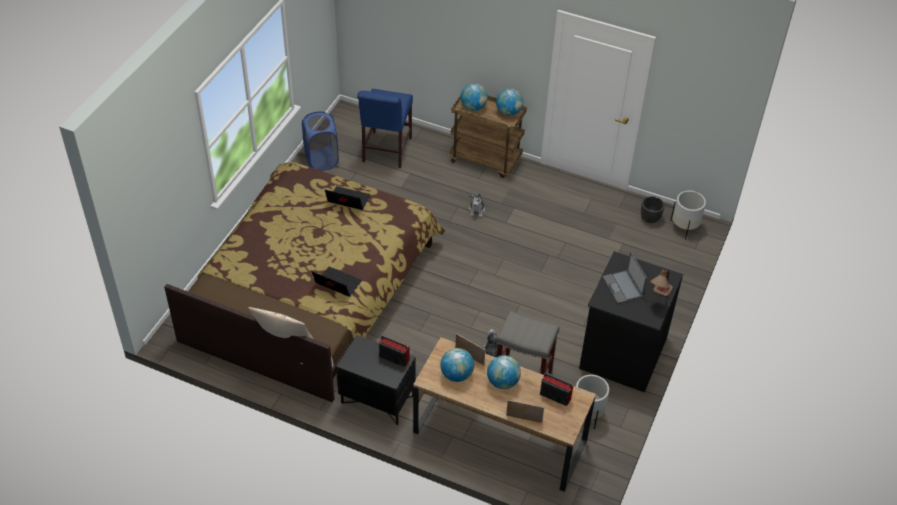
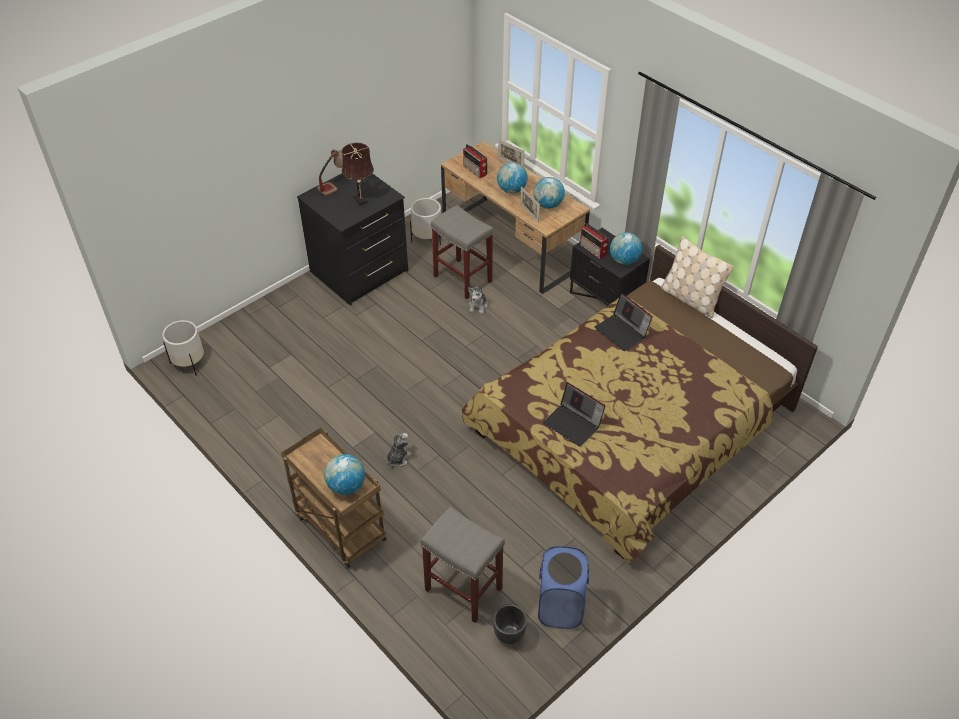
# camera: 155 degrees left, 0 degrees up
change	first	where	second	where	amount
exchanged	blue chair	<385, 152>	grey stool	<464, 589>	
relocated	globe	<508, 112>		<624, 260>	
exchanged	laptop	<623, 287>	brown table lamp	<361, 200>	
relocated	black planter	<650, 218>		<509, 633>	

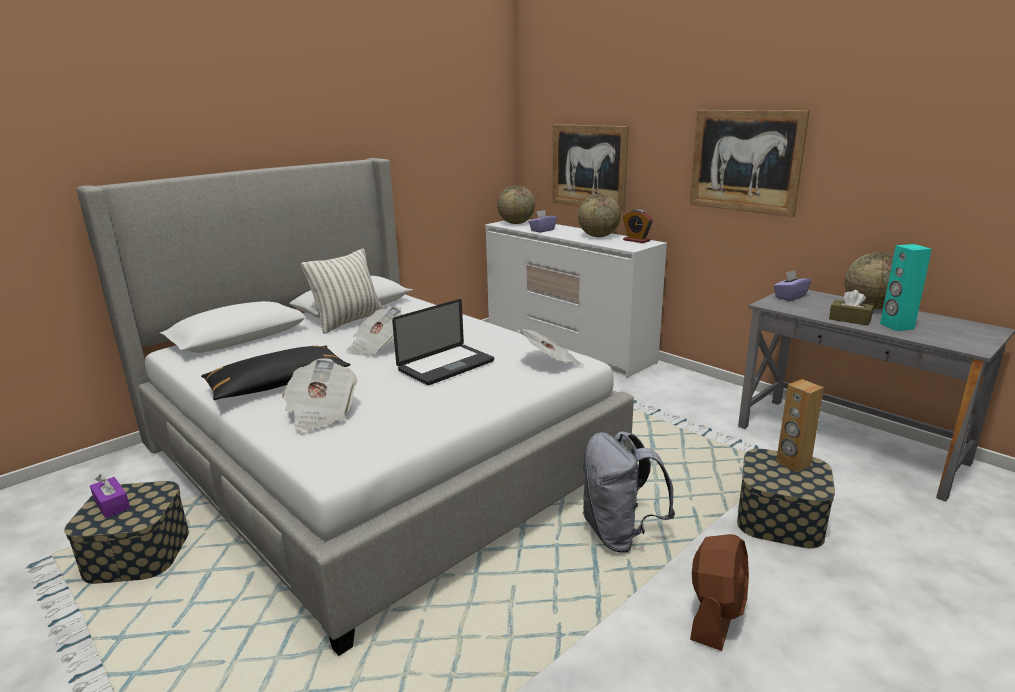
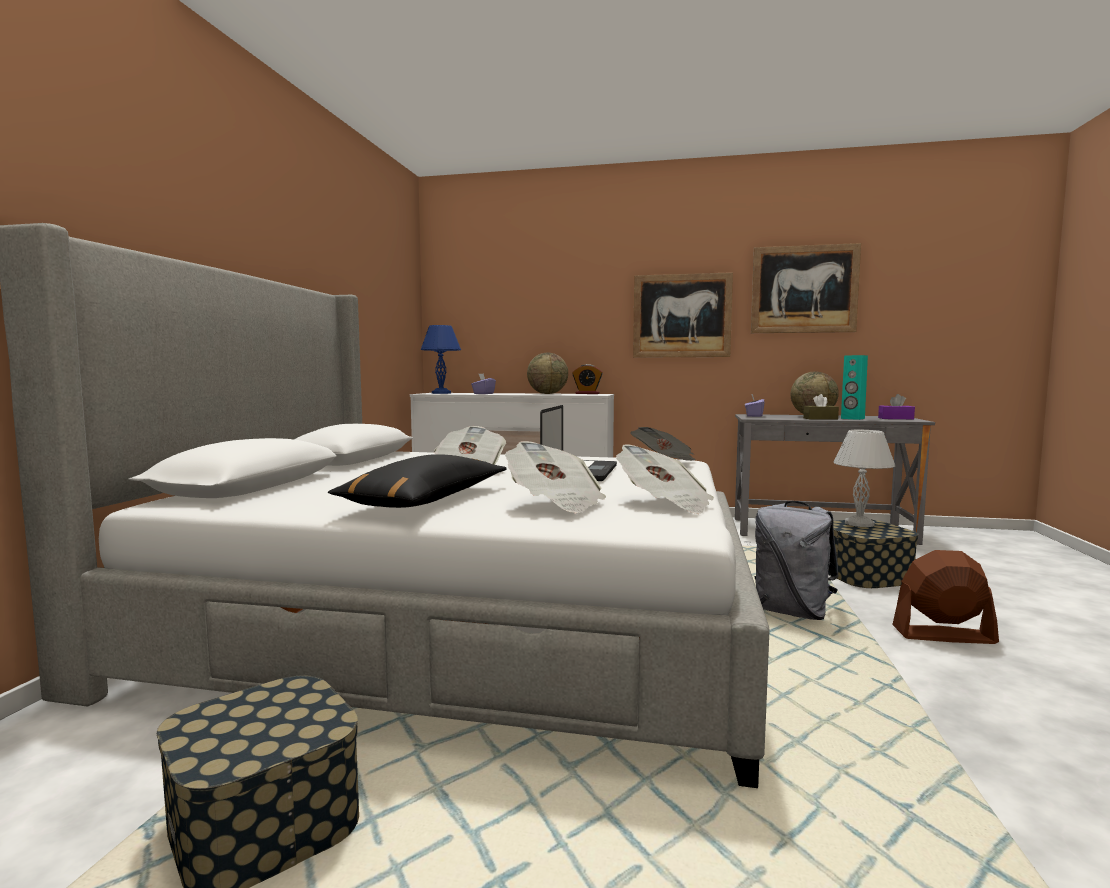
# camera: 35 degrees left, 15 degrees down
change	first	where	second	where	amount
relocated	purple tissue box	<112, 504>		<895, 418>	
missing	pillow	<349, 322>			
exchanged	globe	<516, 223>	blue table lamp	<442, 393>	
relocated	picture	<589, 166>		<804, 289>	
spun	brown fan	<715, 614>		<943, 635>	75 degrees counterclockwise
exchanged	brown speaker	<792, 464>	white table lamp	<860, 524>	
appeared			newspaper	<665, 504>	

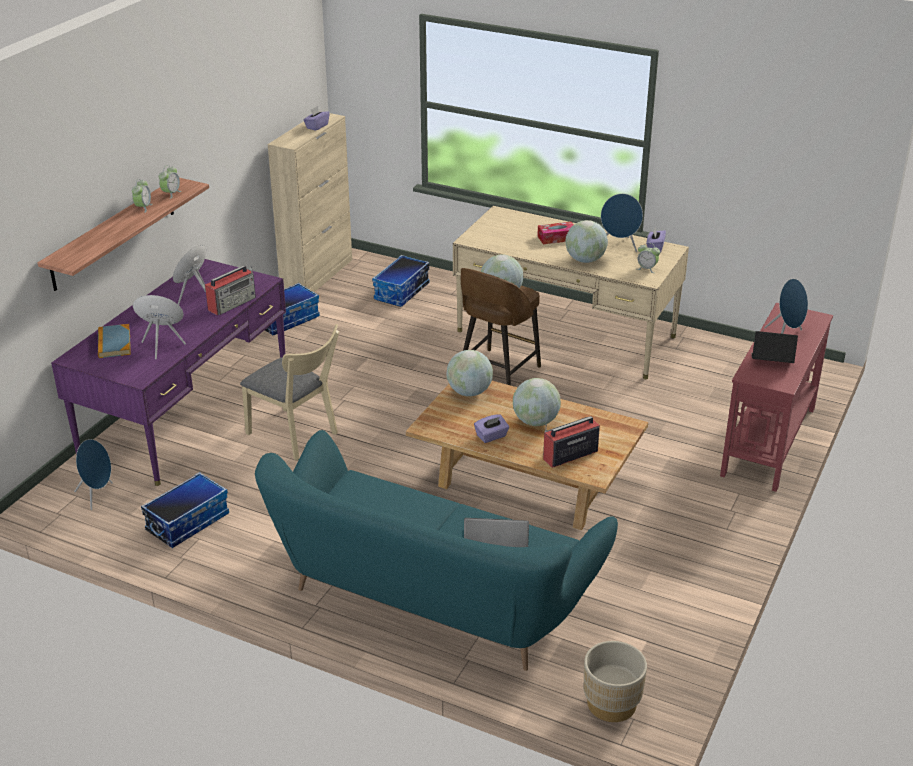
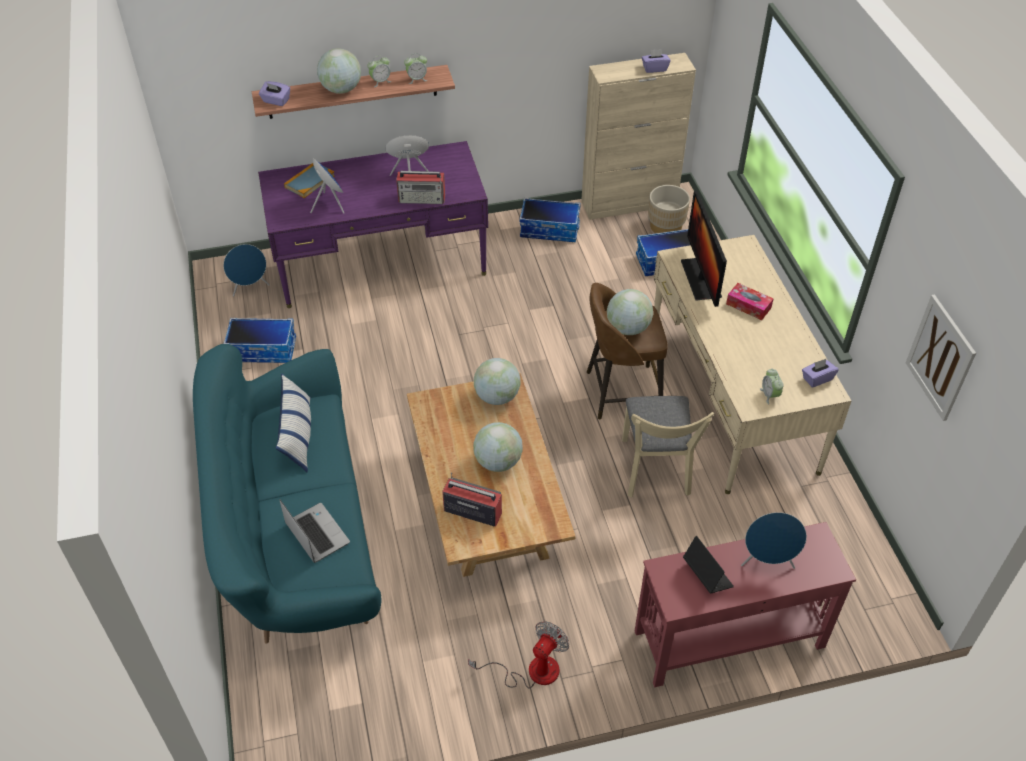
# camera: 50 degrees right, 15 degrees up
change	first	where	second	where	amount
relocated	beige chair	<296, 436>		<655, 472>	
relocated	purple tissue box	<491, 436>		<276, 101>	
relocated	globe	<585, 260>		<341, 89>	
relocated	beige planter	<611, 704>		<665, 226>	
missing	blue speaker	<620, 246>			
appeared			pillow	<298, 434>	
appeared			fan	<531, 671>	
appeared			monitor	<700, 278>	
appeared			picture	<940, 358>	

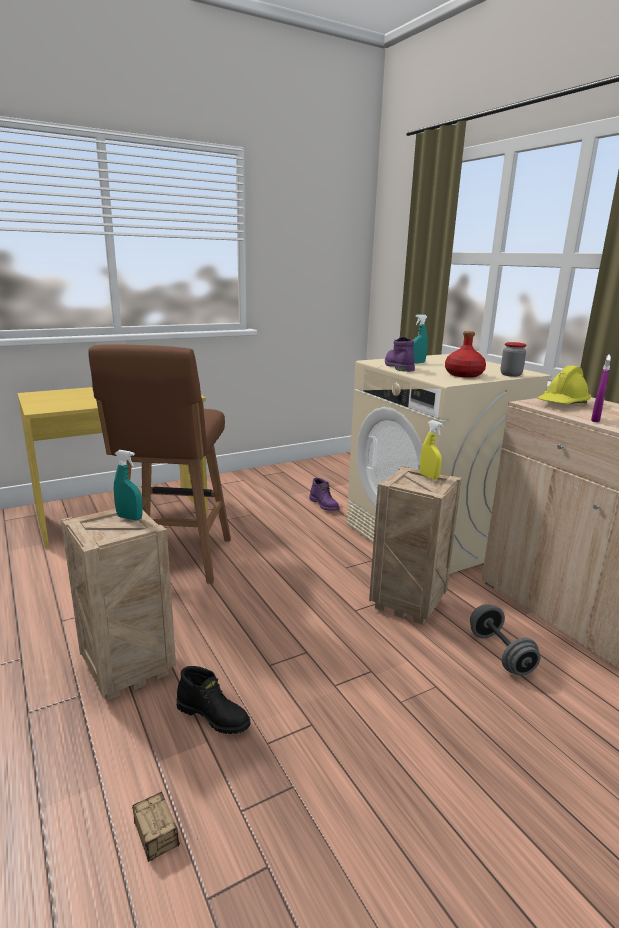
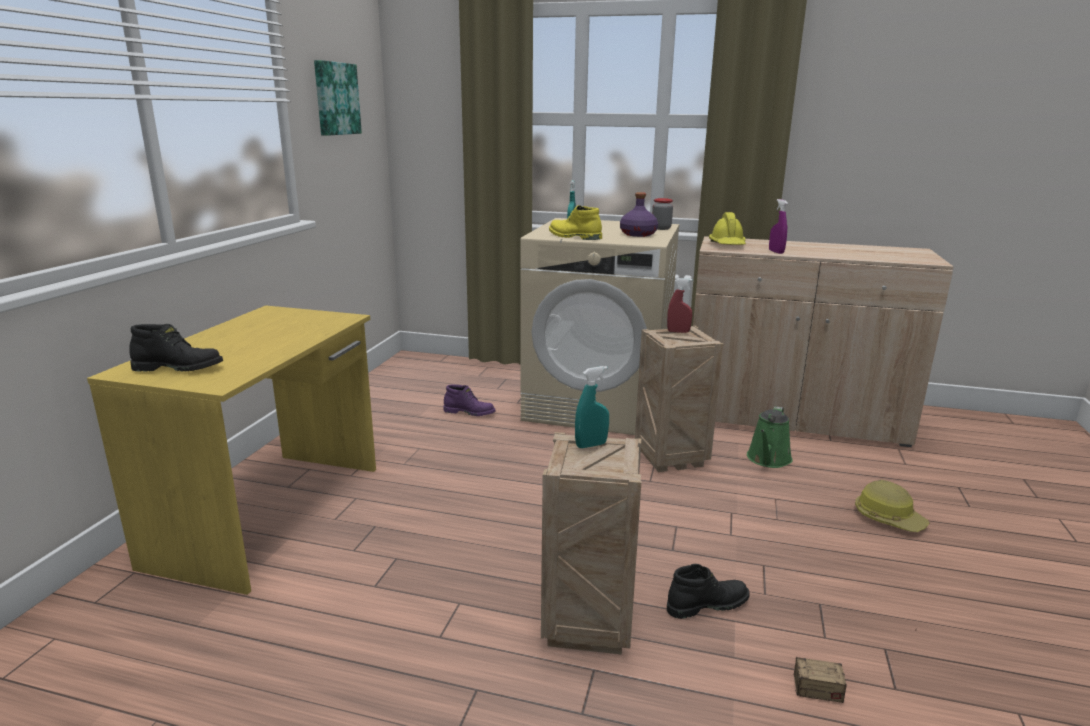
# camera: 45 degrees left, 0 degrees up
change	first	where	second	where	amount
missing	brown stool	<174, 559>			
colour	purple boot	<398, 366>	yellow boot	<574, 236>	
colour	yellow spray bottle	<429, 476>	red spray bottle	<678, 332>	
colour	red bottle	<464, 375>	purple bottle	<638, 234>	
exchanged	grey dumbbell	<500, 653>	green watering can	<768, 459>	
appeared			black boot	<179, 368>	
appeared			picture	<335, 99>	
appeared			hard hat	<888, 518>	

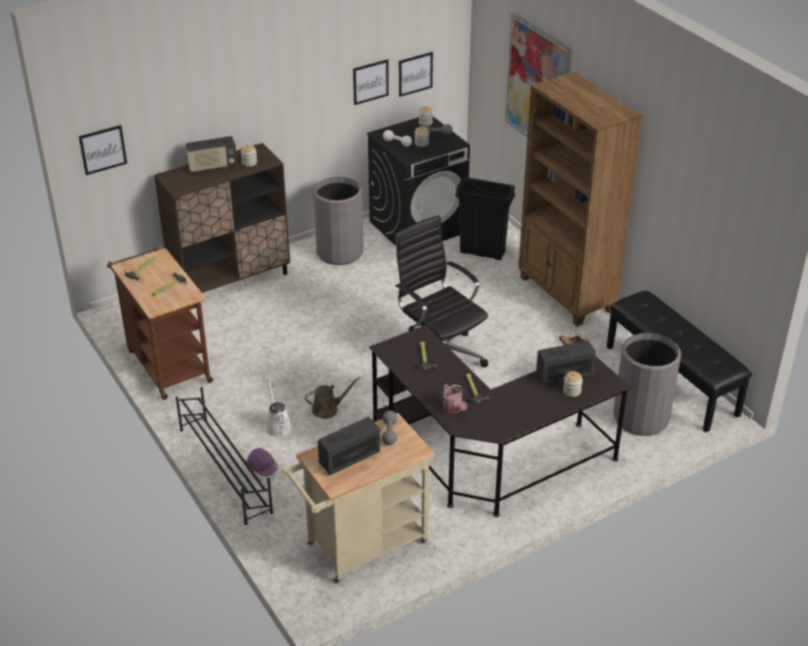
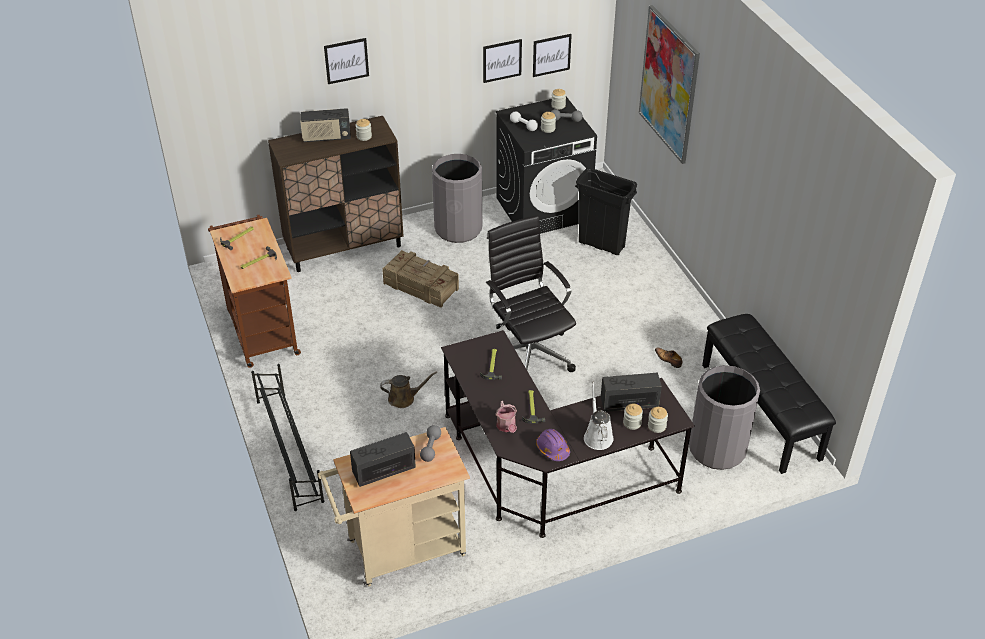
# camera: 10 degrees right, 5 degrees up
change	first	where	second	where	amount
relocated	picture	<103, 149>		<346, 60>	
relocated	purple hard hat	<262, 466>		<552, 449>	
relocated	white watering can	<278, 426>		<597, 436>	
missing	brown bookcase	<566, 295>			
appeared			crate	<421, 286>	
appeared			jar	<657, 426>	

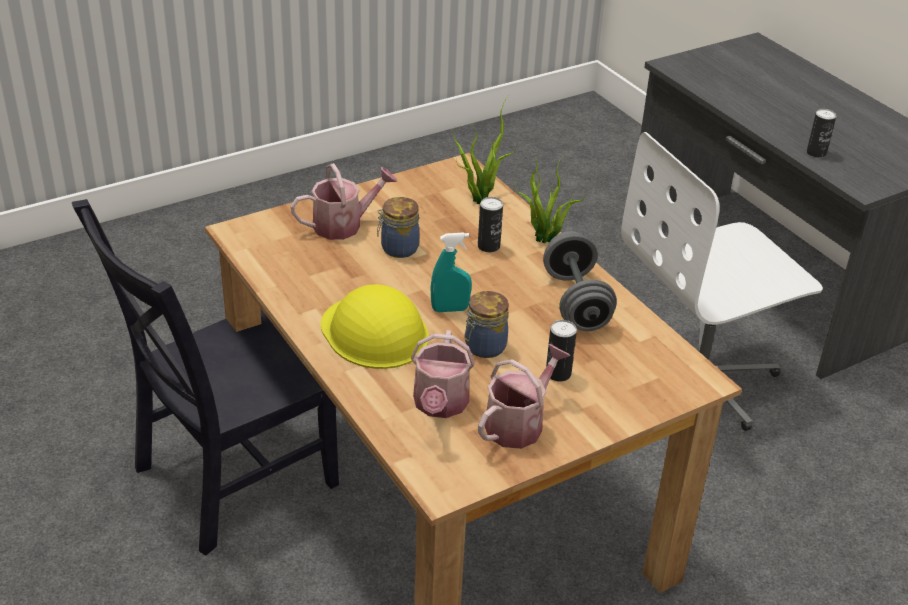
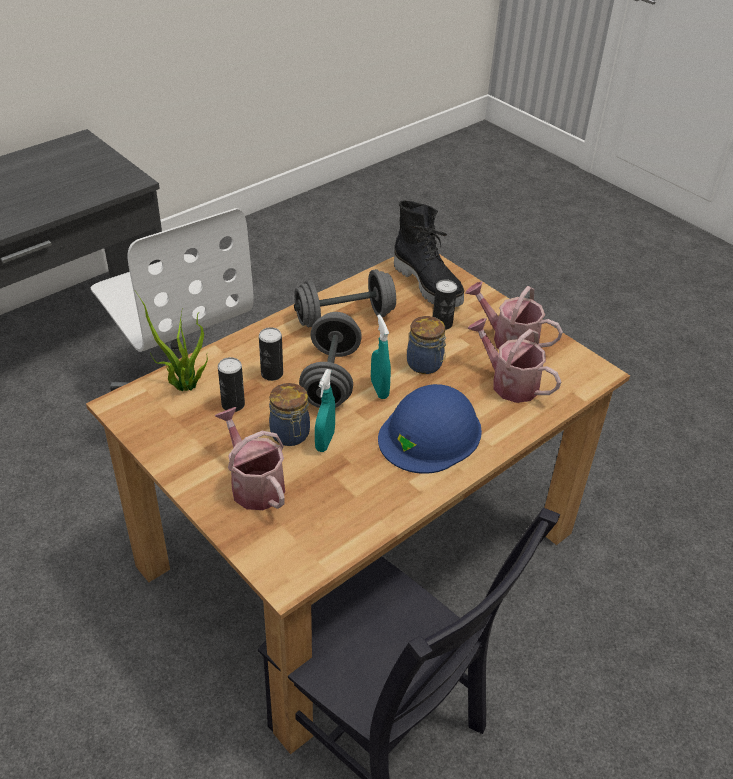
# camera: 100 degrees left, 5 degrees up
change	first	where	second	where	amount
colour	yellow hard hat	<374, 332>	blue hard hat	<430, 433>	
spun	watering can	<440, 405>		<509, 383>	135 degrees counterclockwise
missing	potted plant	<544, 240>			
relocated	can	<816, 153>		<233, 404>	
appeared			grey dumbbell	<331, 378>	
appeared			turquoise spray bottle	<325, 441>	
appeared			black boot	<429, 284>	

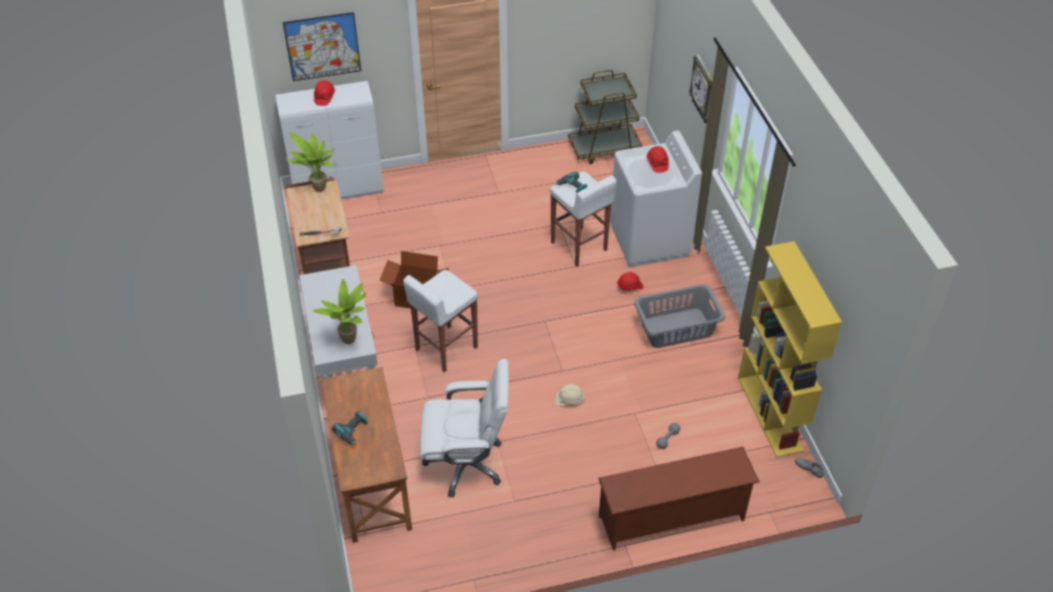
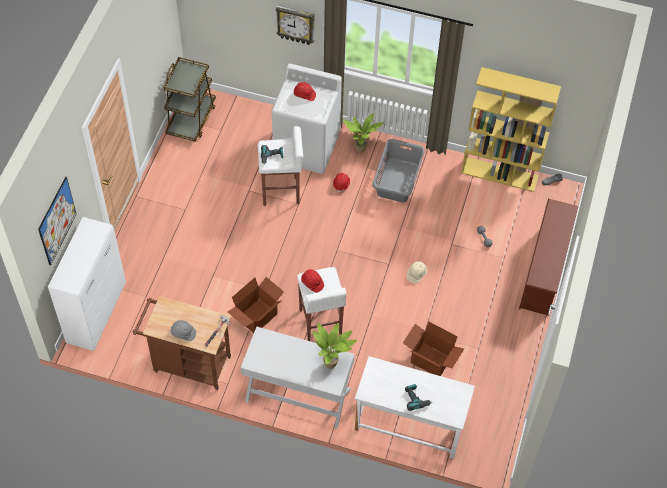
# camera: 60 degrees left, 10 degrees up
change	first	where	second	where	amount
relocated	potted plant	<318, 189>		<361, 151>	
relocated	red hard hat	<324, 97>		<312, 283>	
colour	brown desk	<371, 481>	white desk	<409, 424>	
exchanged	white office chair	<466, 463>	cardboard box	<430, 360>	
appeared			grey hard hat	<183, 333>	

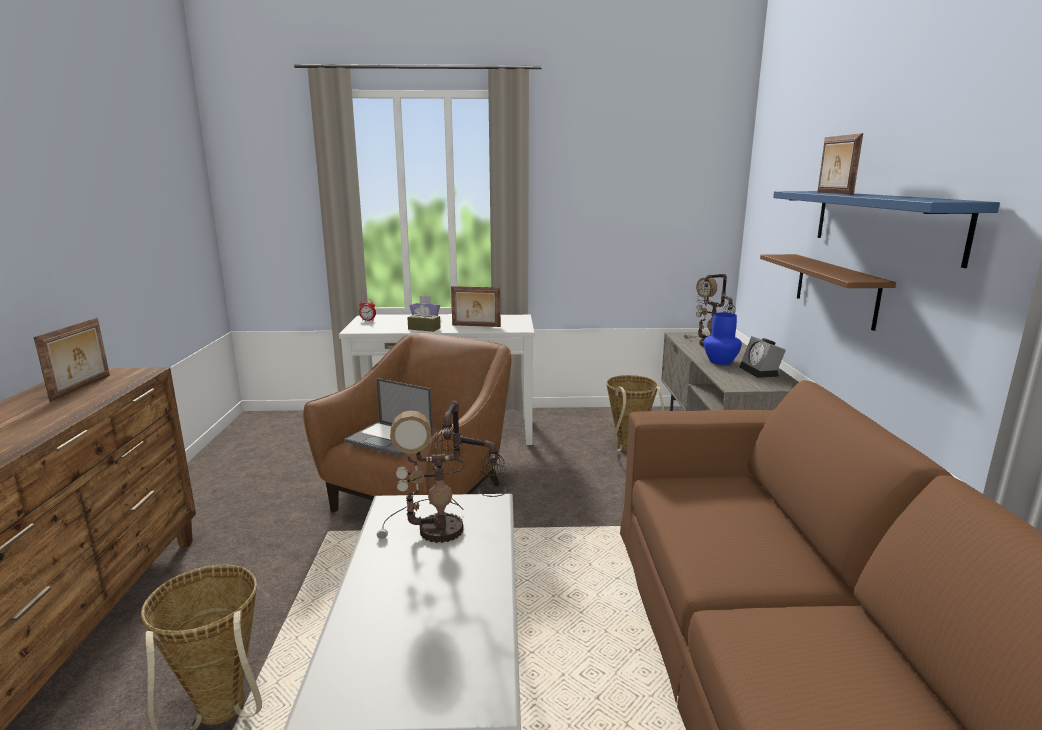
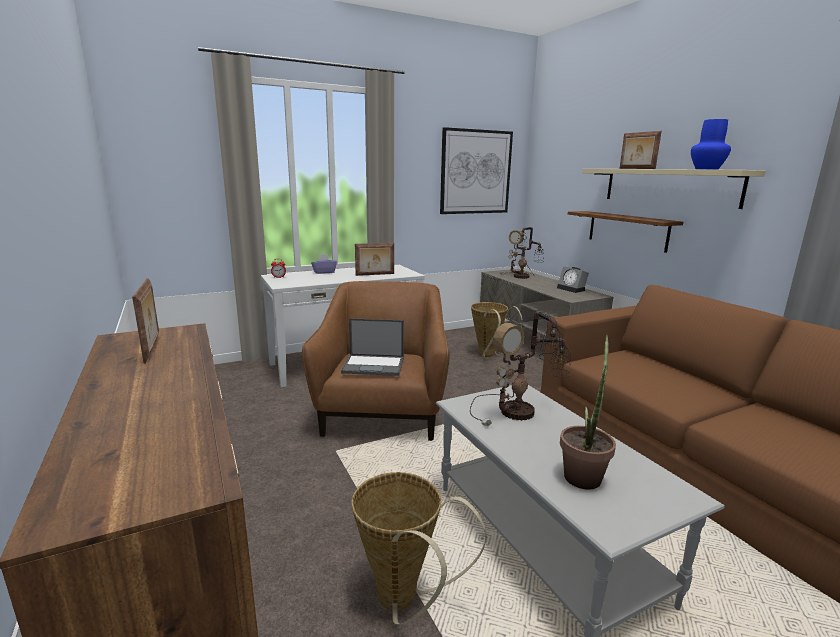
# camera: 25 degrees left, 0 degrees up
change	first	where	second	where	amount
missing	brown tissue box	<424, 328>			
relocated	blue vase	<720, 361>		<707, 169>	
colour	blue shelf	<883, 223>	beige shelf	<668, 186>	
appeared			picture	<475, 172>	
appeared			potted plant	<583, 473>	

